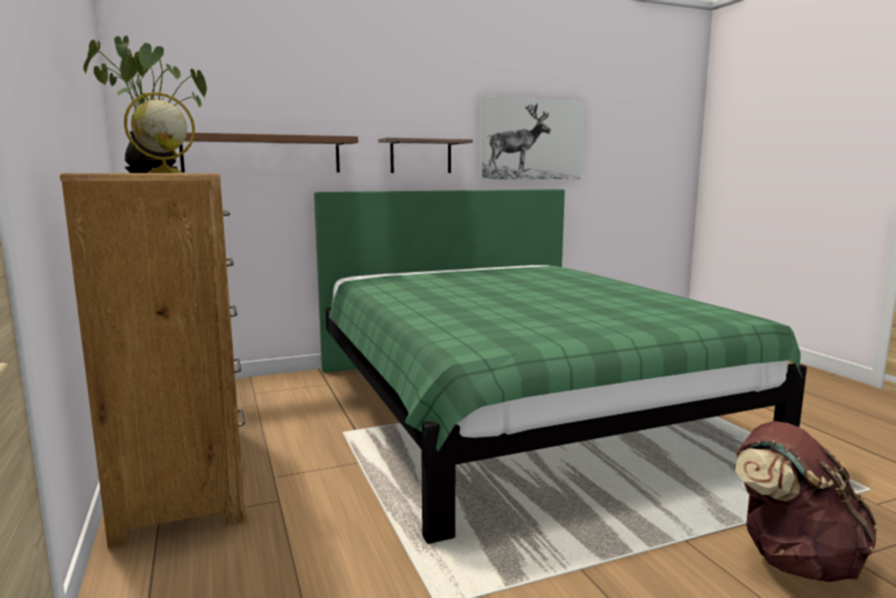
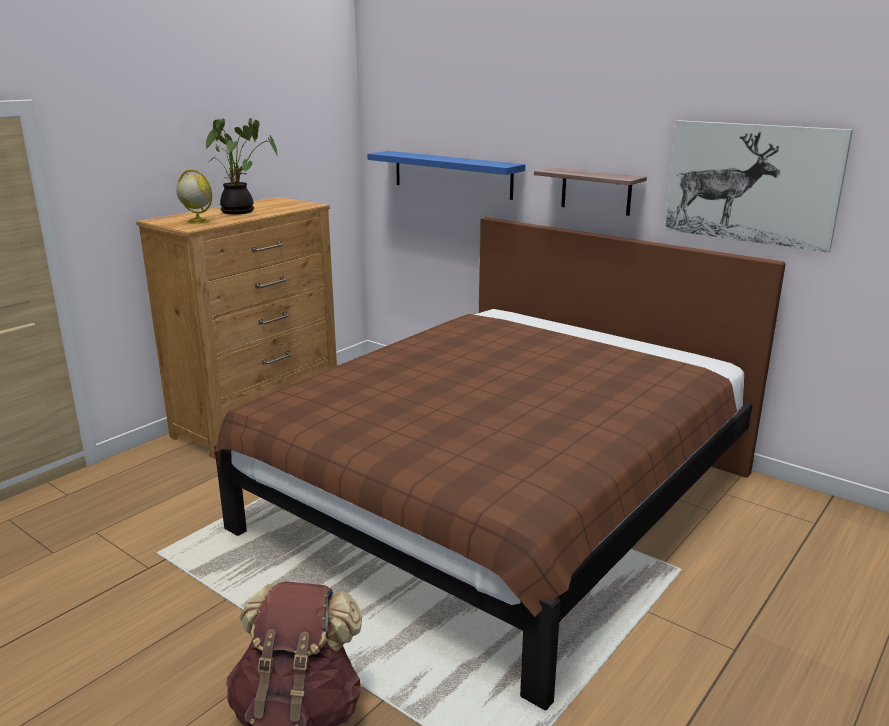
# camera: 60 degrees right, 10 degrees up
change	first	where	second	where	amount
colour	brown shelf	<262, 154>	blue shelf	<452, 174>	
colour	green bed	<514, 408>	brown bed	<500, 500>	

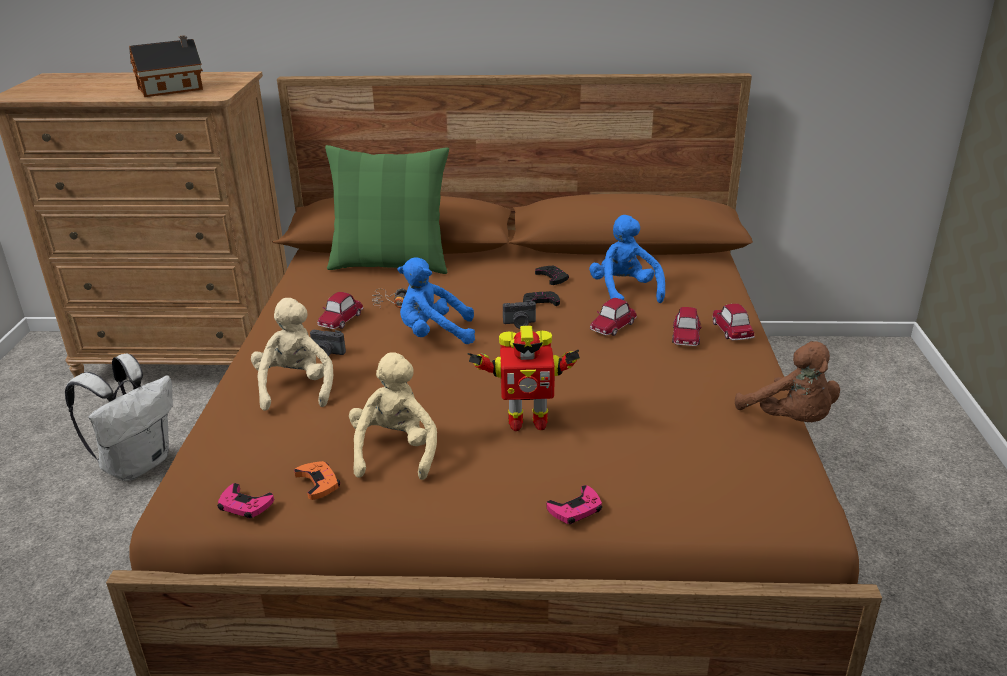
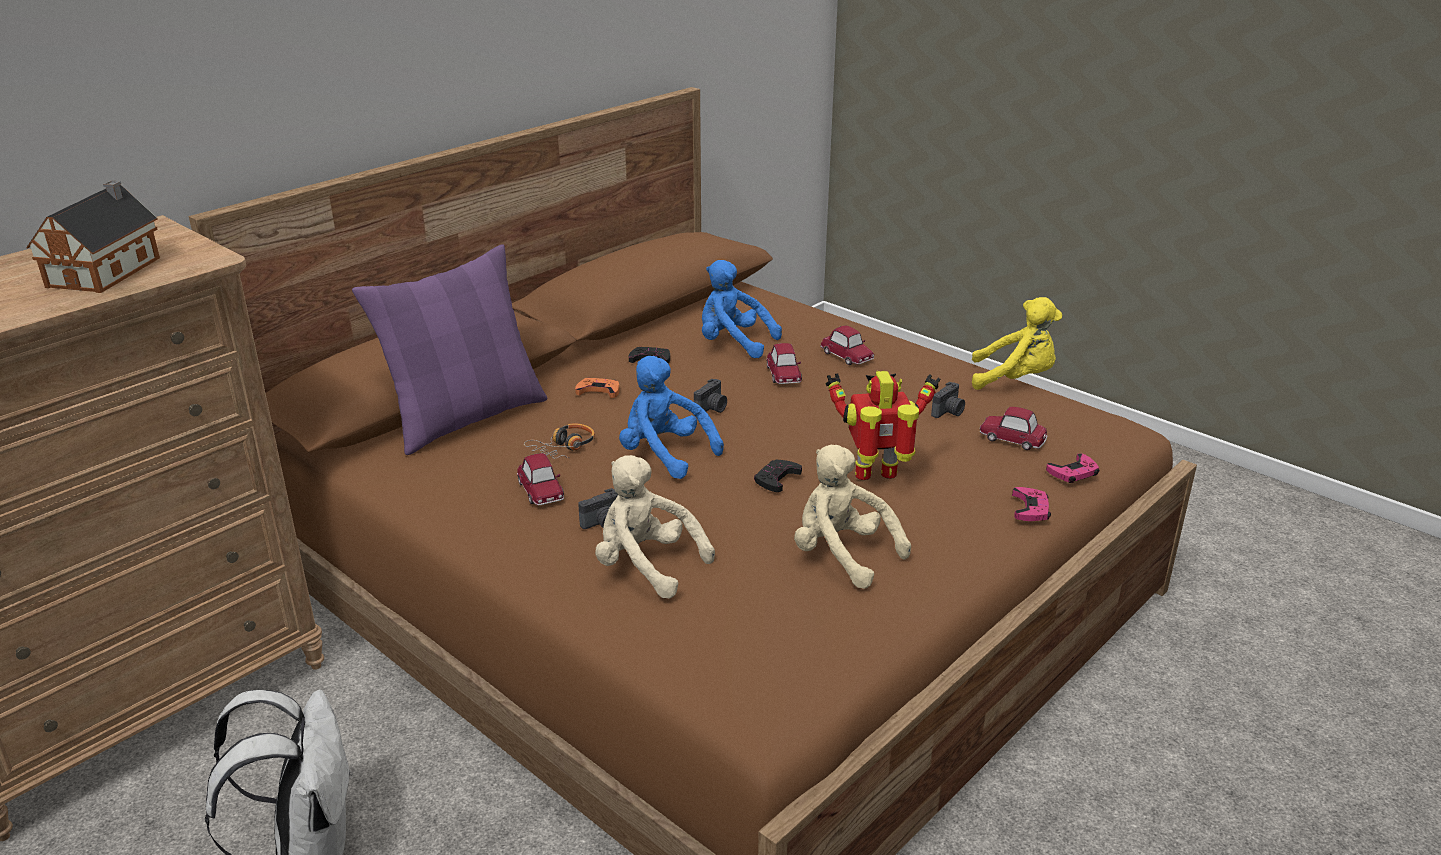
# camera: 50 degrees left, 0 degrees up
change	first	where	second	where	amount
relocated	pink game controller	<245, 505>		<1073, 472>	
relocated	orange game controller	<318, 483>		<599, 391>	
colour	green pillow	<390, 264>	purple pillow	<466, 418>	
spun	blue plush toy	<434, 335>		<664, 454>	90 degrees clockwise
spun	toy robot	<526, 421>		<877, 476>	135 degrees counterclockwise
relocated	black game controller	<540, 302>		<776, 479>	
relocated	toy car	<731, 330>		<1012, 439>	
colour	brown plush toy	<790, 420>	yellow plush toy	<1015, 379>	
appeared			photo camera	<949, 412>	

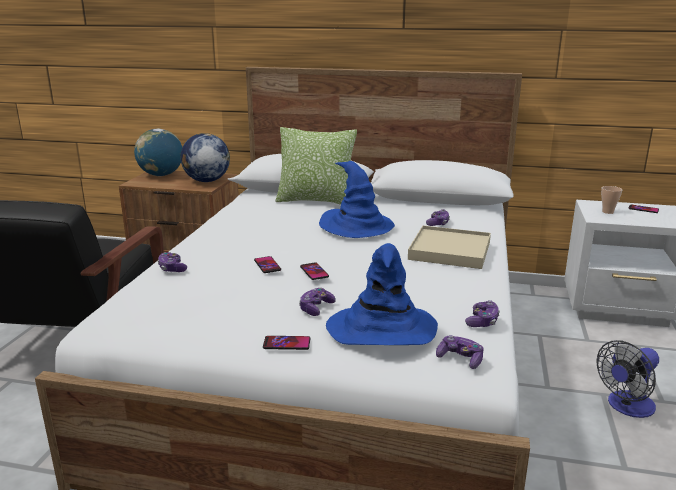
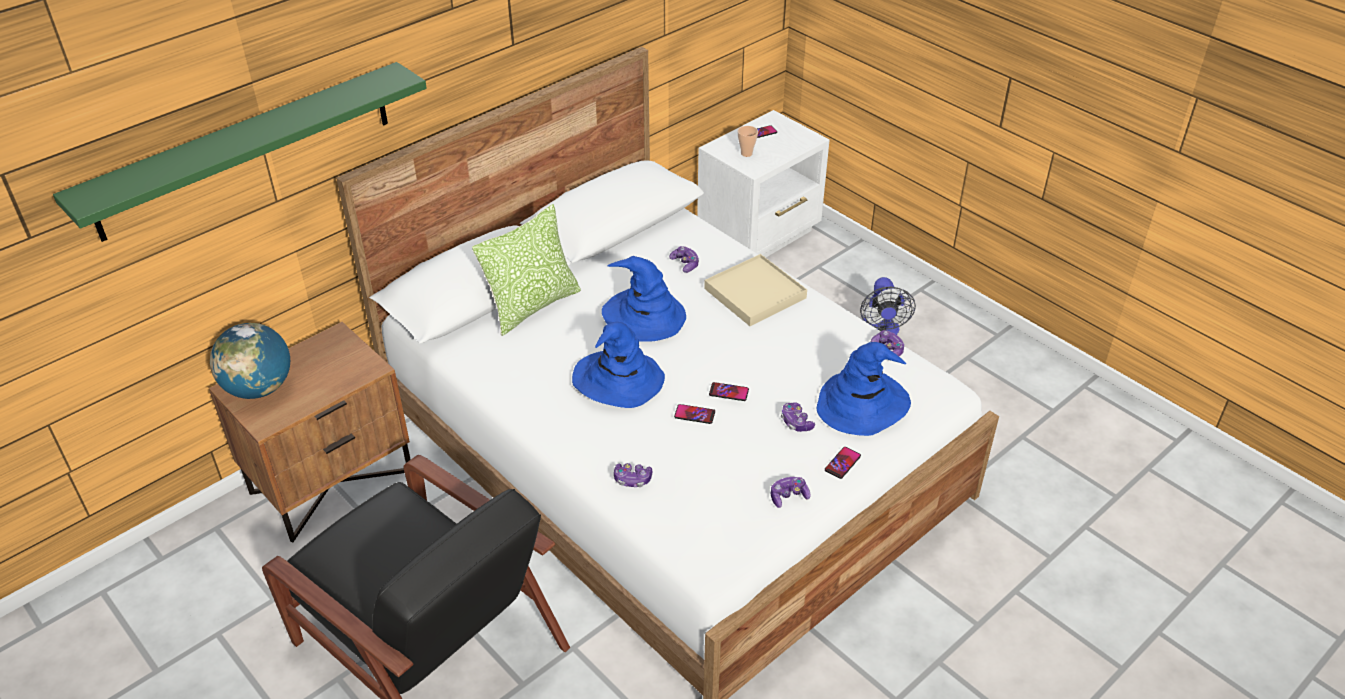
# camera: 55 degrees left, 20 degrees up
change	first	where	second	where	amount
missing	globe	<206, 181>			
relocated	game controller	<460, 359>		<788, 496>	
appeared			green shelf	<245, 150>	
appeared			blue hat	<617, 380>	

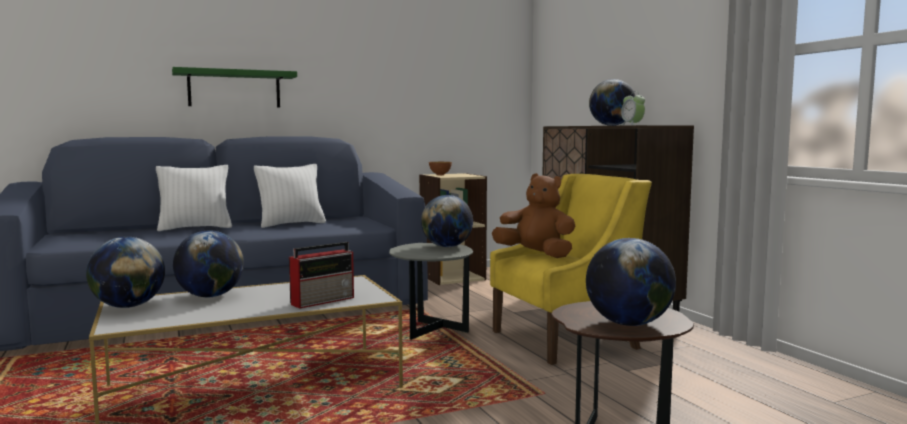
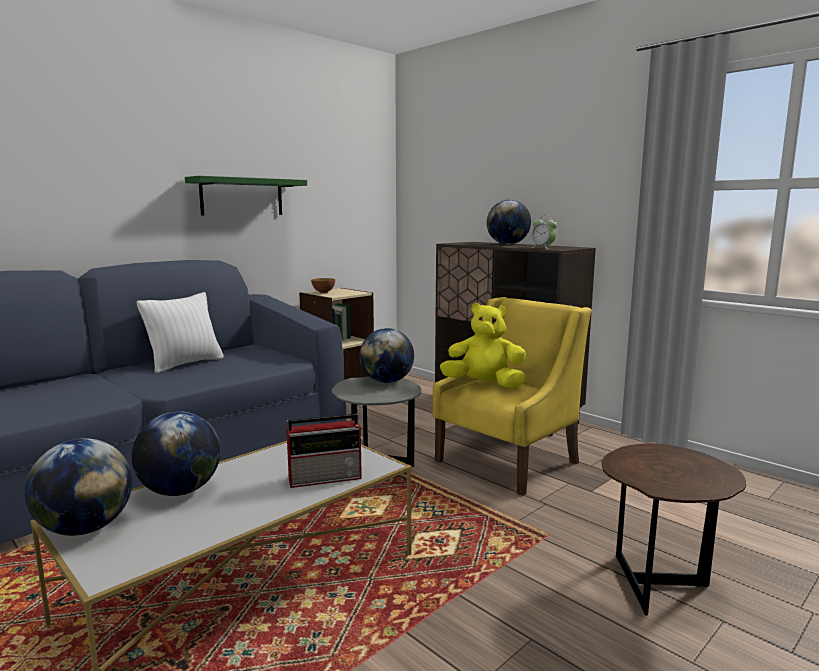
# camera: 20 degrees left, 5 degrees up
change	first	where	second	where	amount
missing	white pillow	<195, 228>			
relocated	green shelf	<234, 89>		<242, 197>	
spun	radio	<324, 300>		<326, 478>	45 degrees clockwise
colour	brown plush toy	<536, 255>	yellow plush toy	<484, 385>	
missing	globe	<628, 324>			

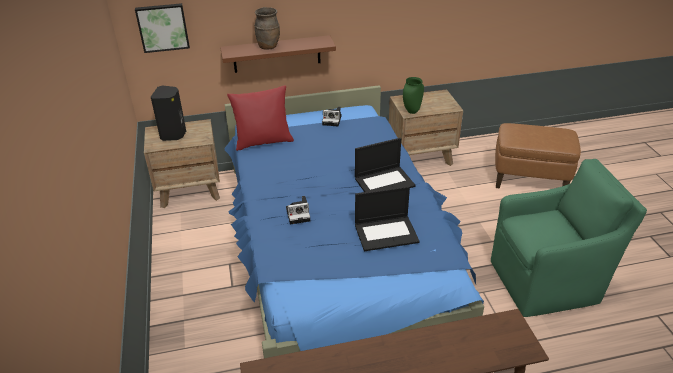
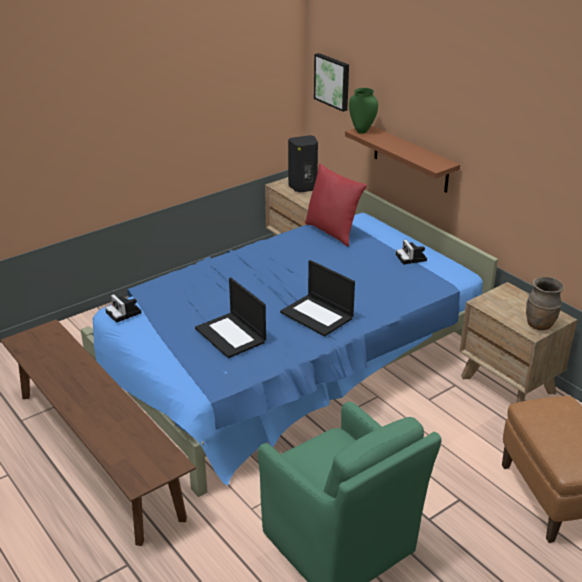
# camera: 65 degrees right, 5 degrees down
change	first	where	second	where	amount
relocated	brown vase	<268, 46>		<540, 325>	
relocated	photo camera	<299, 214>		<124, 313>	
relocated	green vase	<412, 111>		<361, 131>	

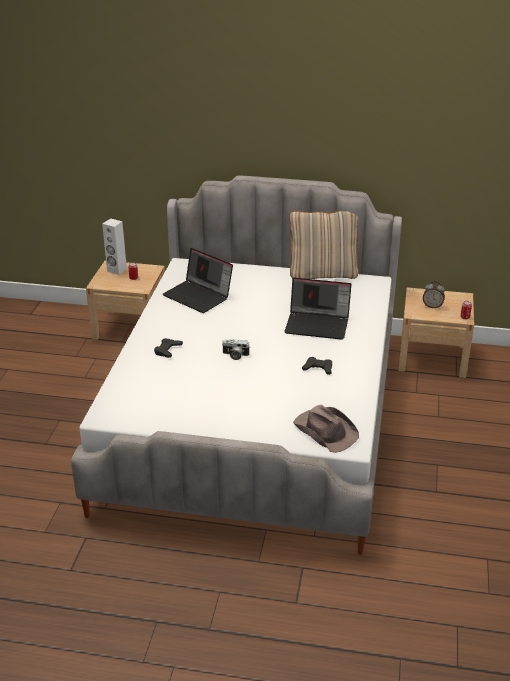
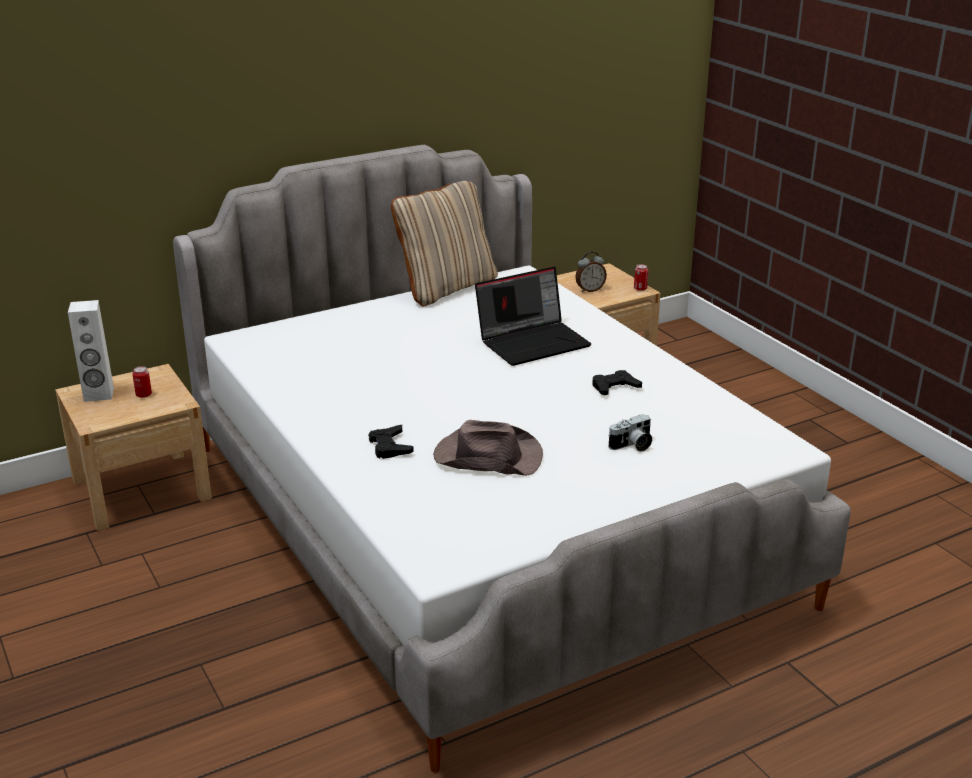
# camera: 40 degrees left, 5 degrees down
change	first	where	second	where	amount
missing	laptop	<199, 296>			
relocated	photo camera	<235, 355>		<632, 446>	
relocated	brown hat	<325, 431>		<487, 457>	

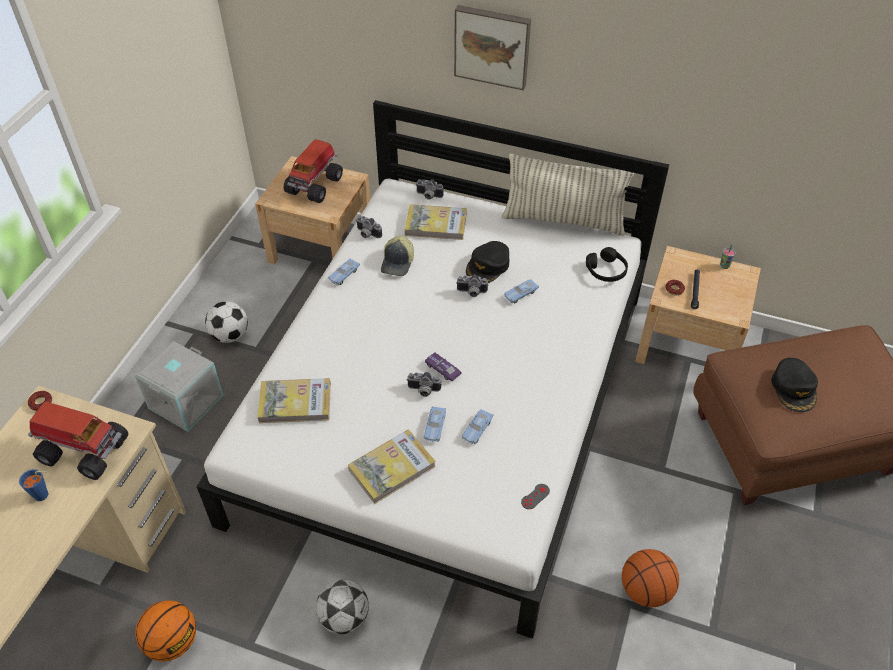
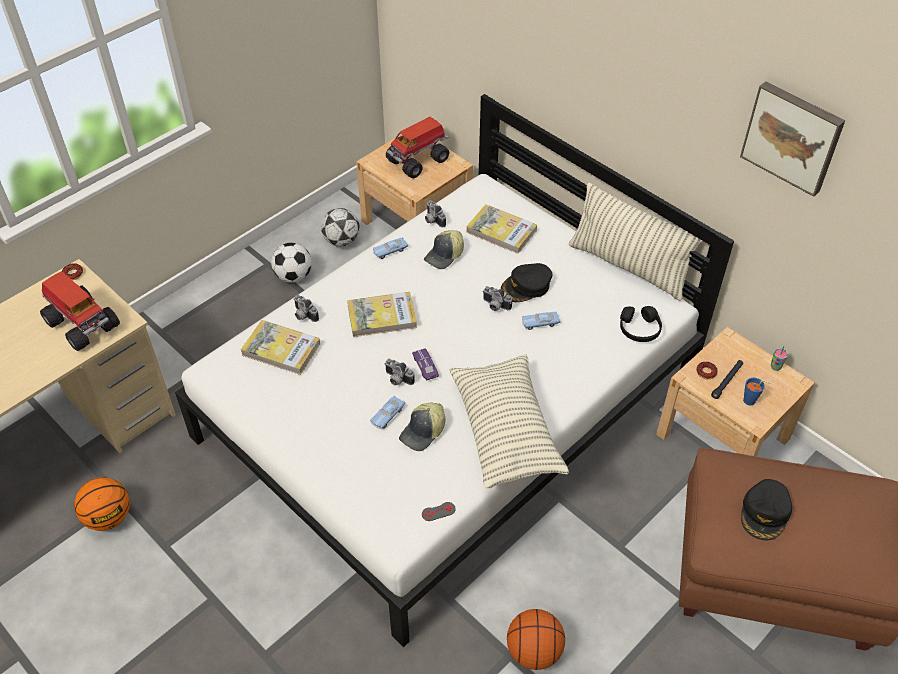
# camera: 25 degrees right, 0 degrees up
change	first	where	second	where	amount
relocated	blue cup	<44, 495>		<752, 401>	
missing	grey storage box	<185, 401>			
relocated	football	<344, 617>		<341, 241>	
relocated	book	<392, 468>		<382, 317>	
relocated	photo camera	<428, 196>		<303, 315>	
relocated	picture	<492, 46>		<793, 137>	
exchanged	blue toy car	<477, 429>	cap	<423, 432>	
appeared			pillow	<505, 431>	

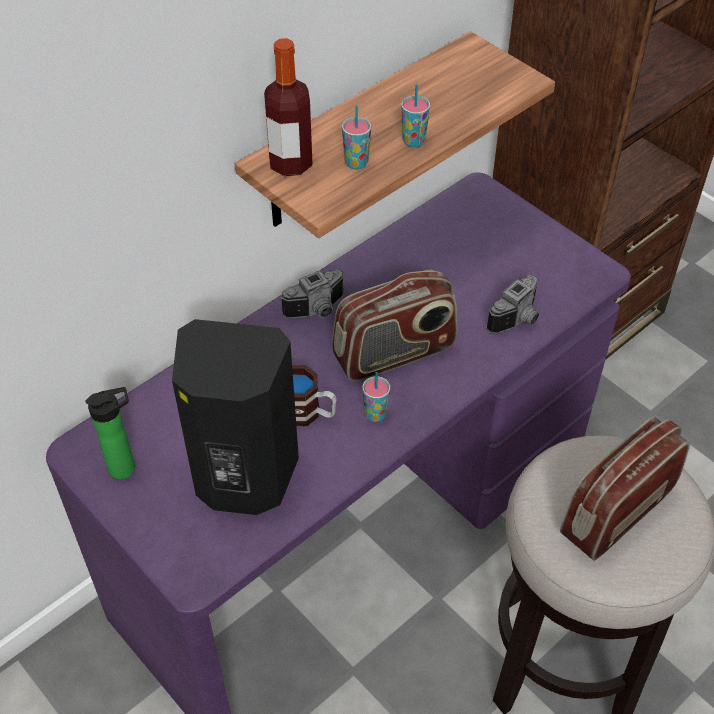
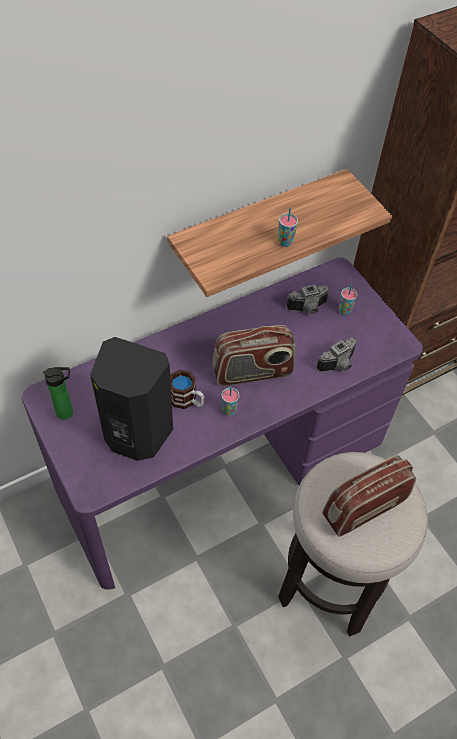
# camera: 10 degrees right, 5 degrees up
change	first	where	second	where	amount
missing	bottle	<290, 164>			
relocated	photo camera	<318, 310>		<309, 309>	
relocated	cup	<356, 163>		<344, 310>	

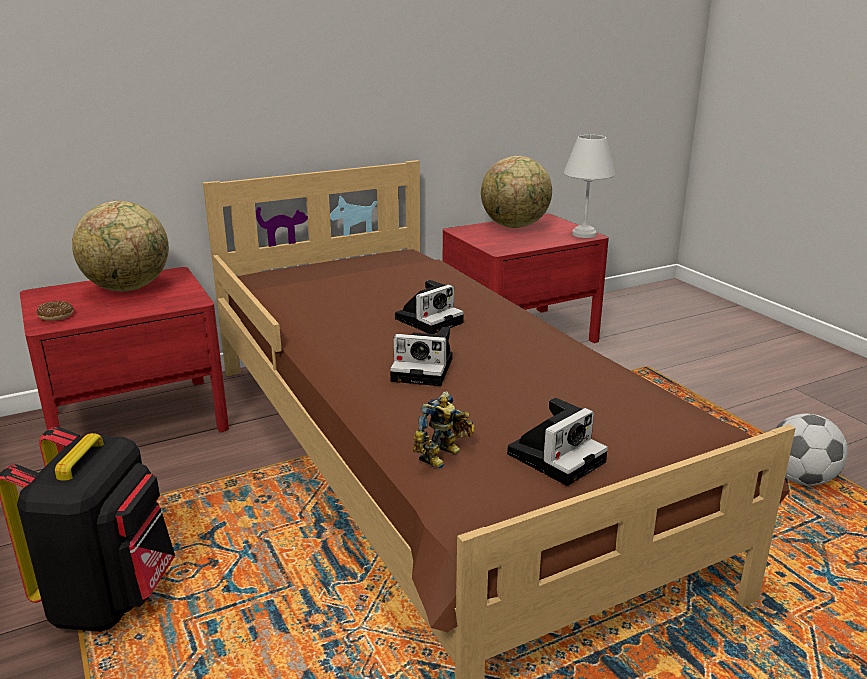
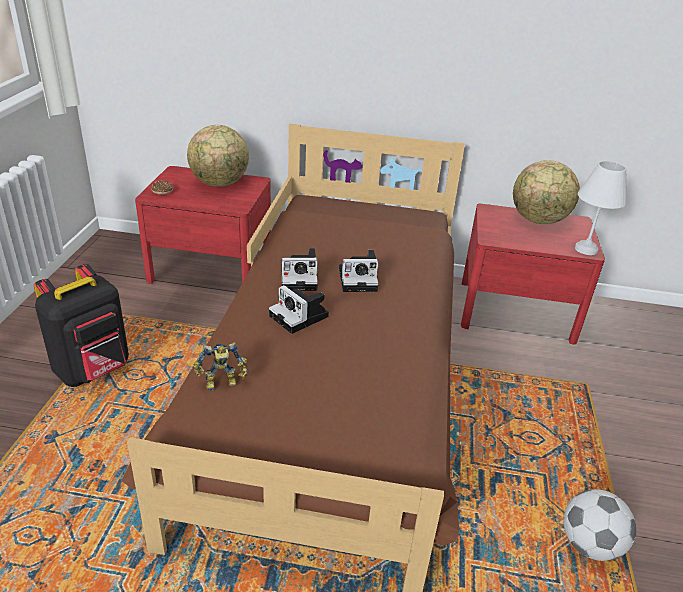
# camera: 35 degrees right, 10 degrees up
change	first	where	second	where	amount
relocated	photo camera	<557, 456>		<300, 278>	

